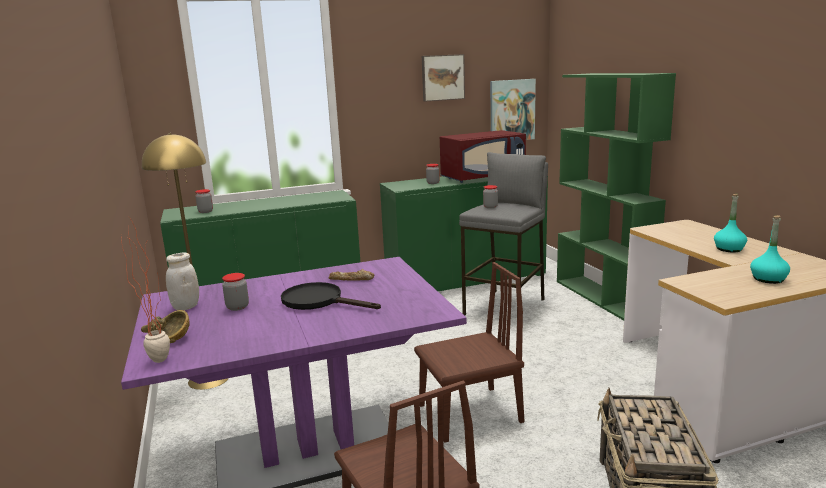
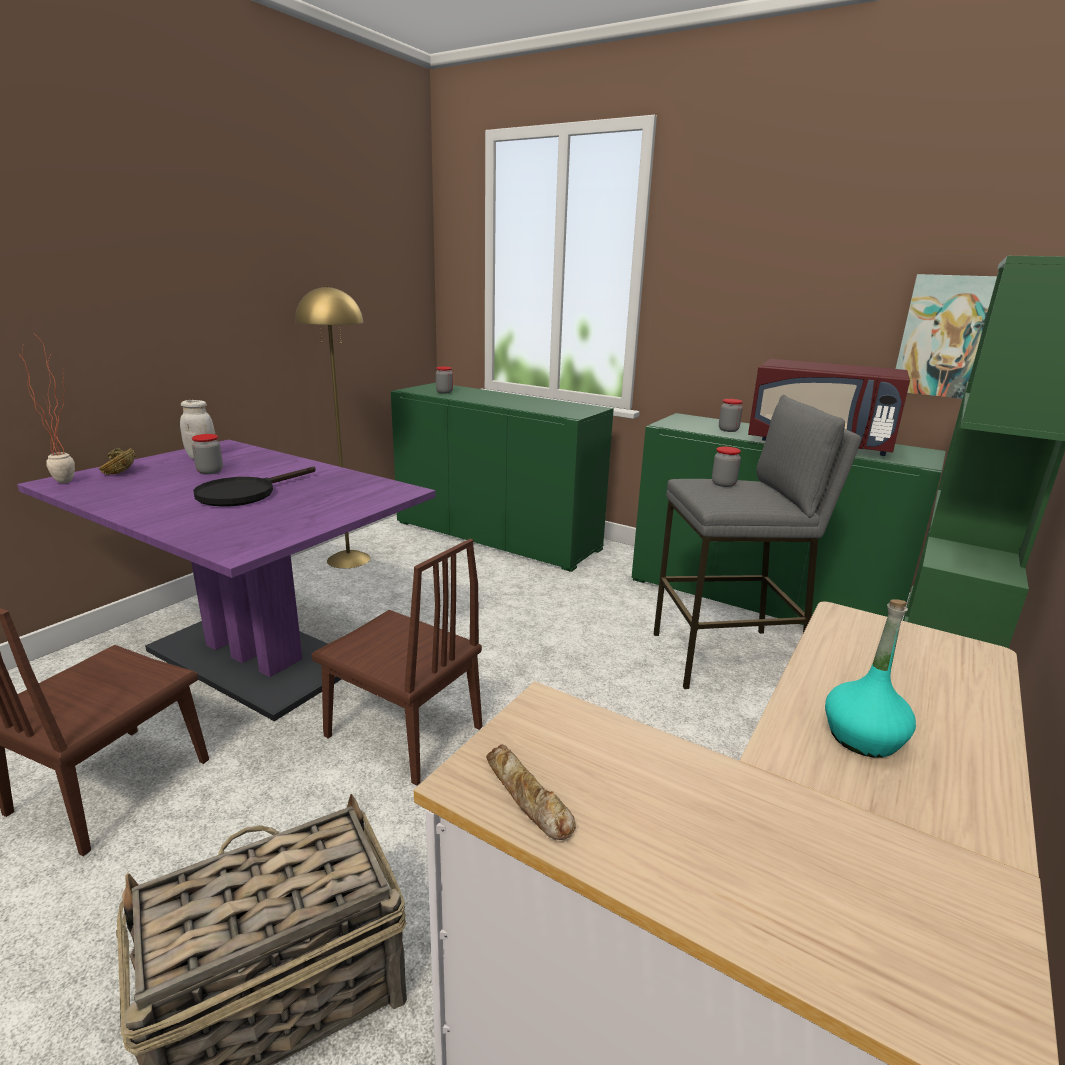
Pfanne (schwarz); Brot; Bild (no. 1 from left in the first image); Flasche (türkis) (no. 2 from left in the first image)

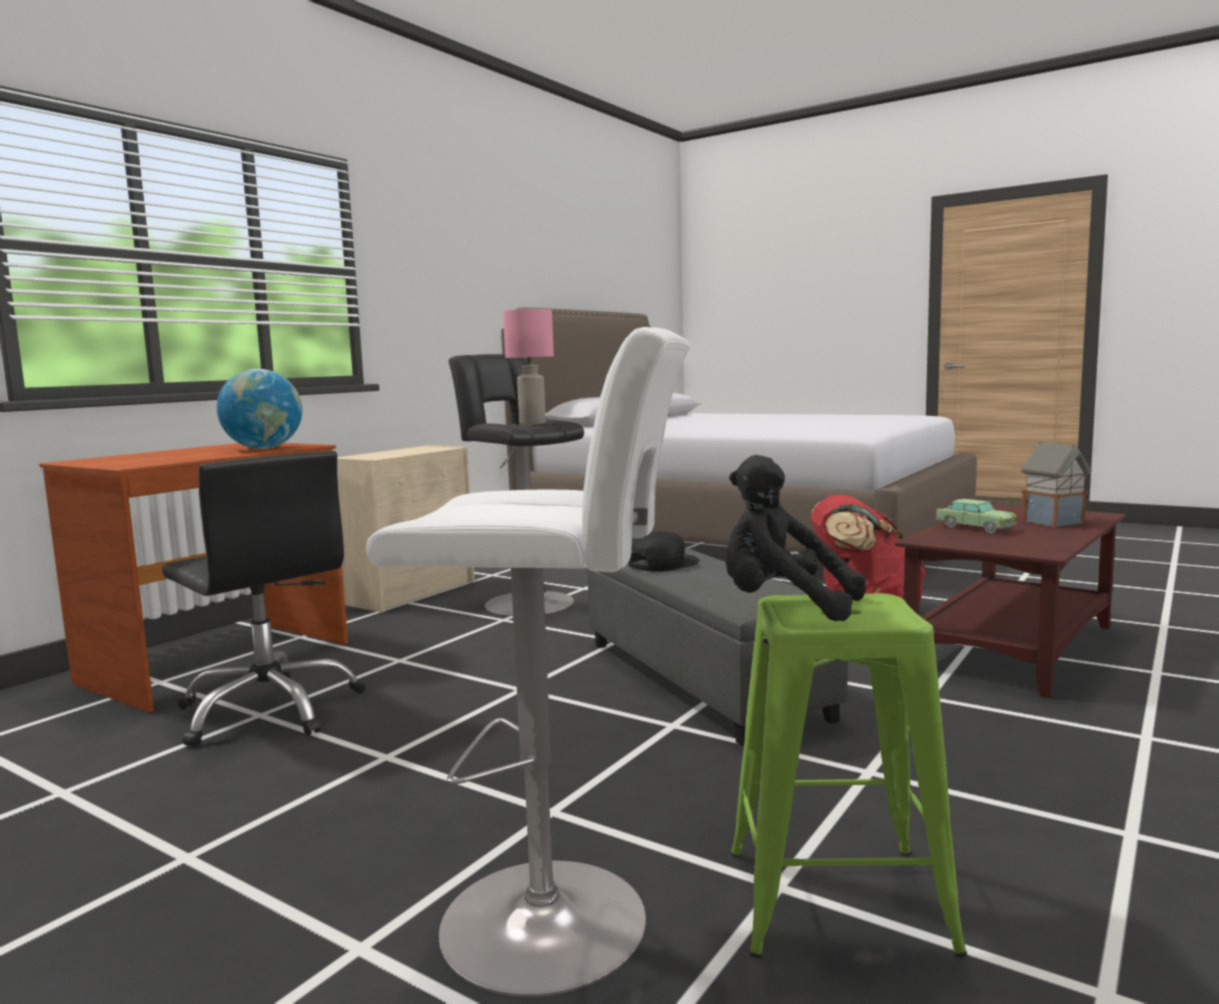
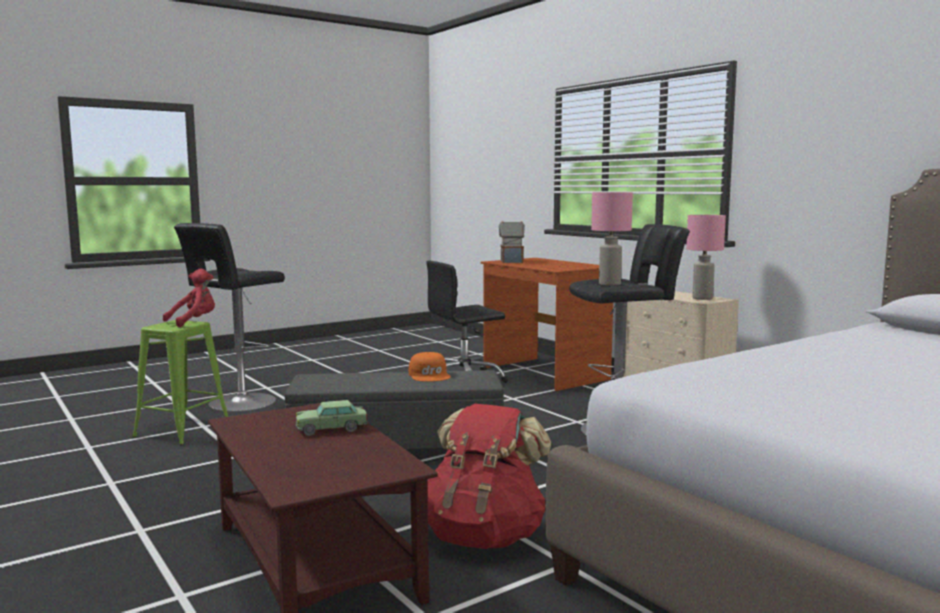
Globus; Hocker (schwarz) (no. 1 from left); Kappe (orange); Plüschtier (rot); Spielzeughaus; Tischlampe (rosa) (no. 2 from left)

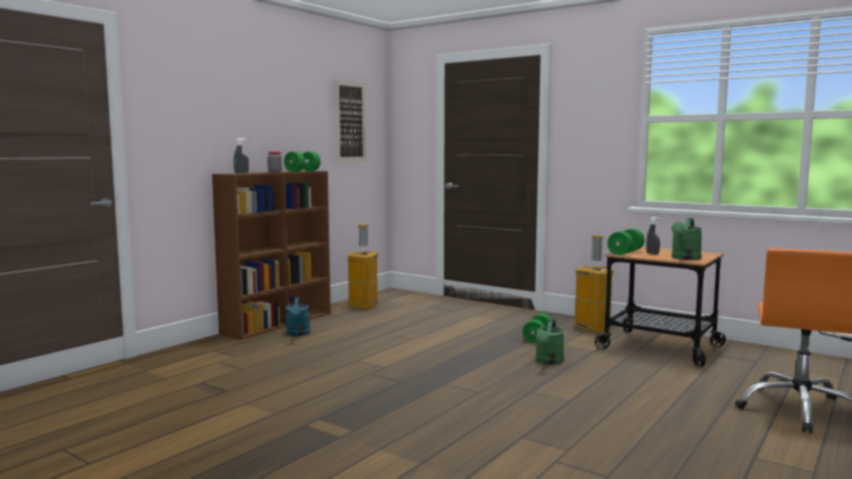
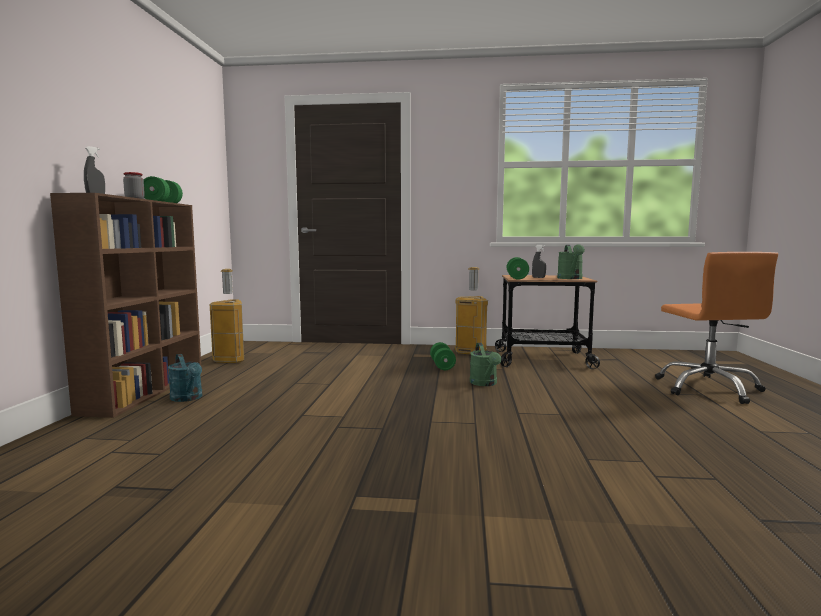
Bild

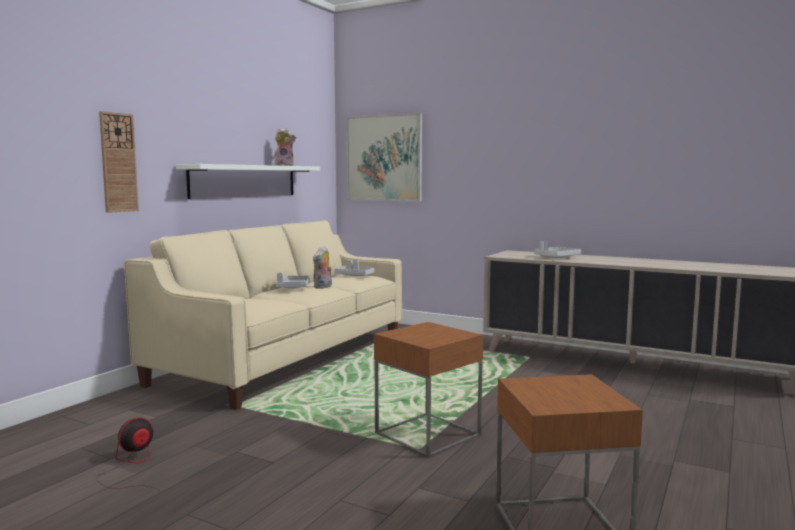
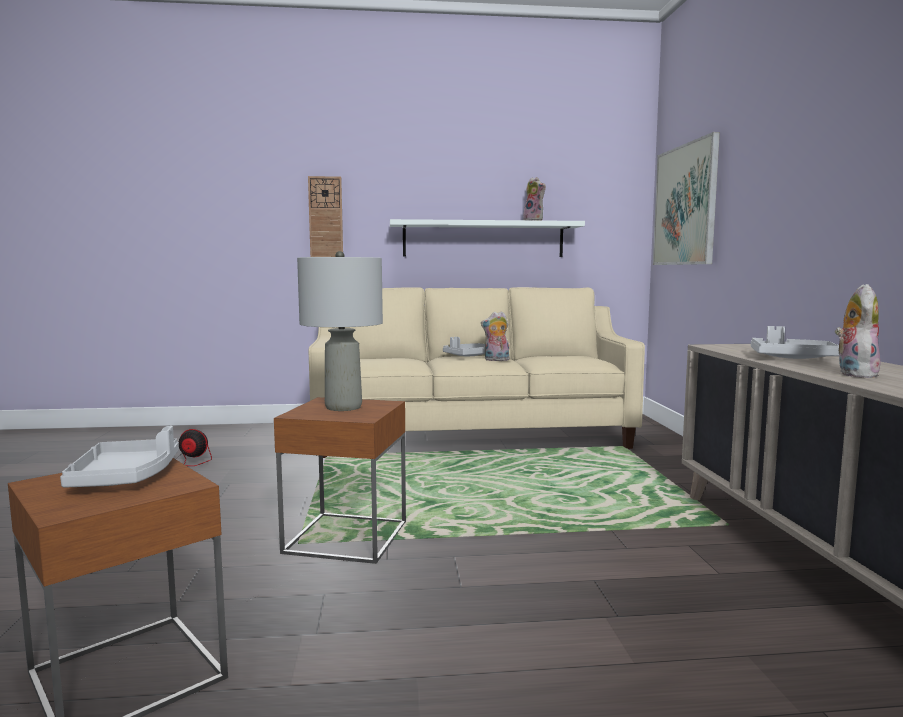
Tablett (grau) (no. 1 from left); Tischlampe (grau); Plüschtier (no. 3 from left)

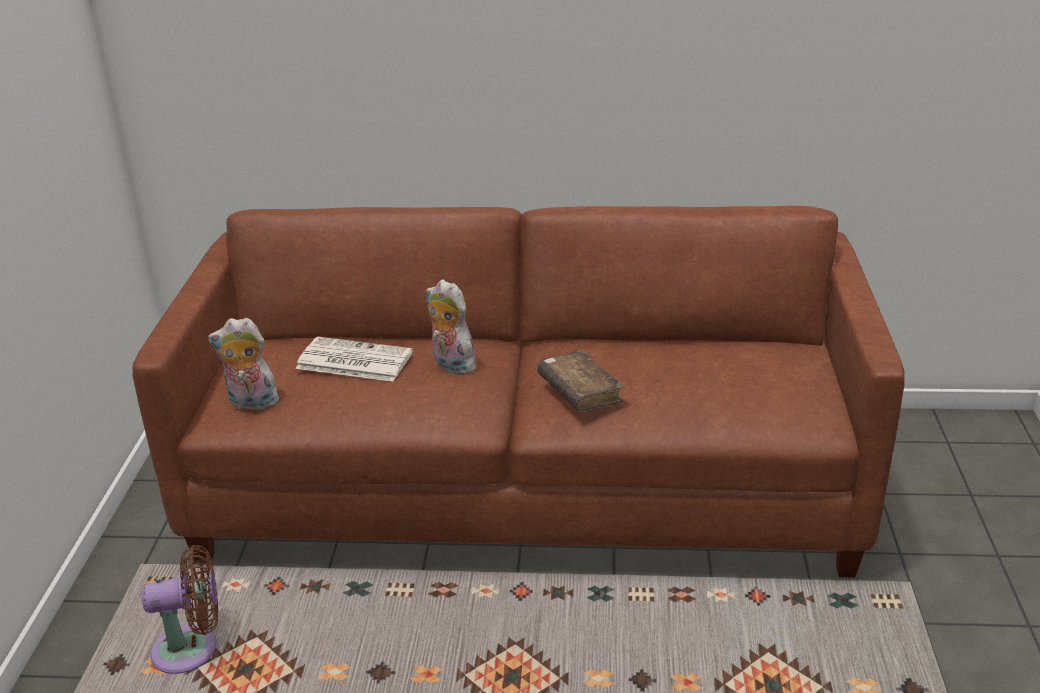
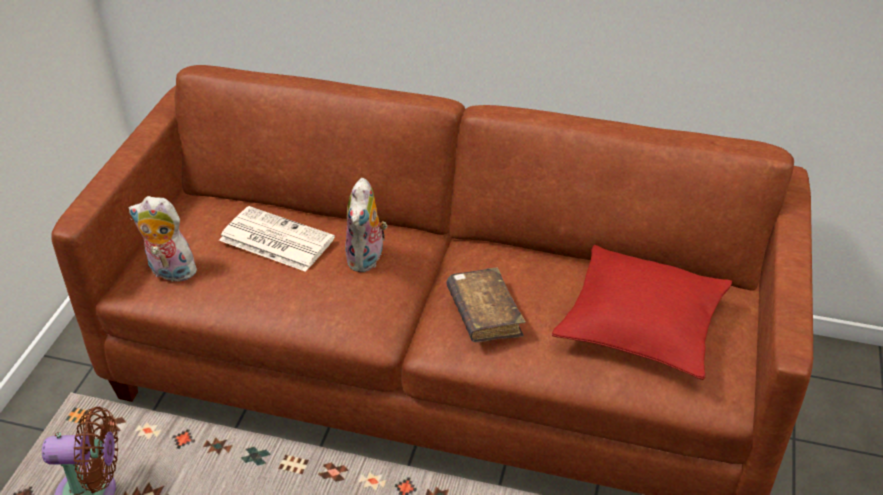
Plüschtier (no. 2 from left); Kissen (rot)

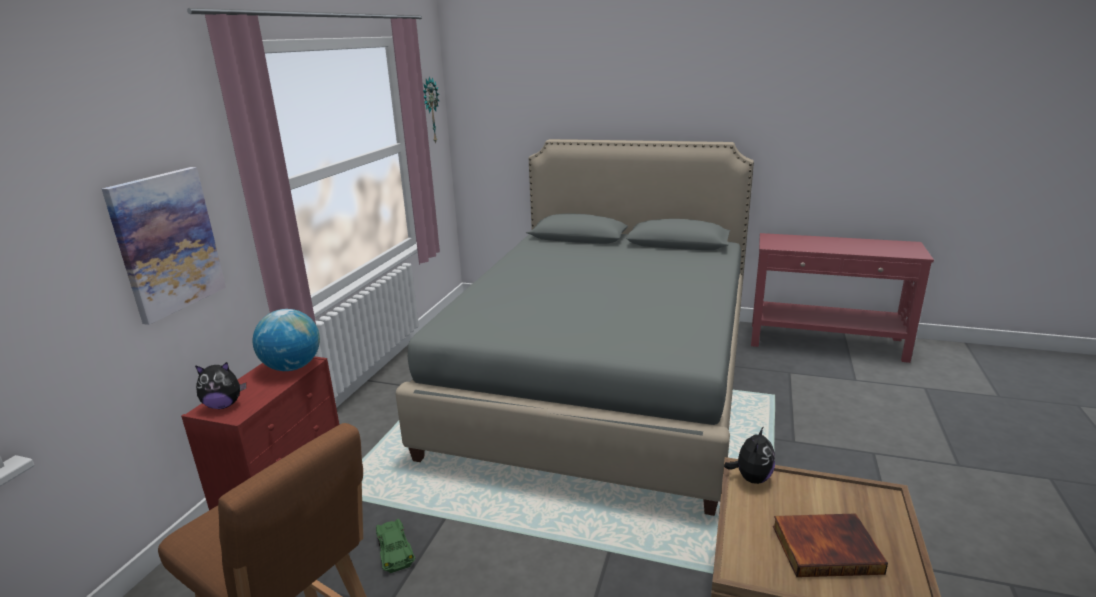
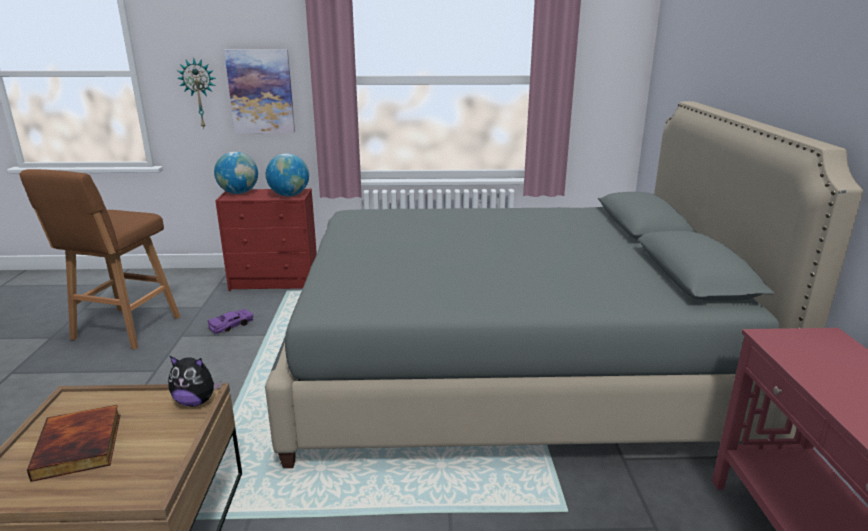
Globus (no. 1 from left); Spielzeugauto (lila); Wanduhr

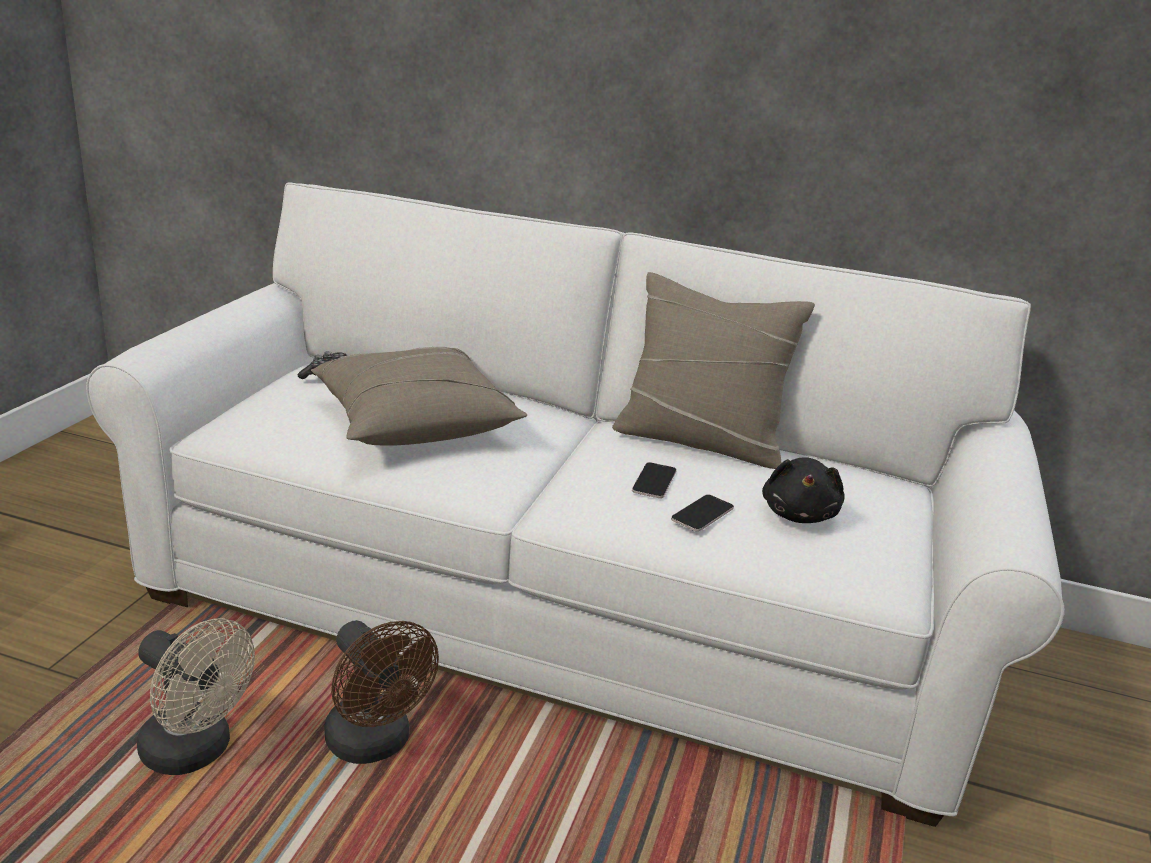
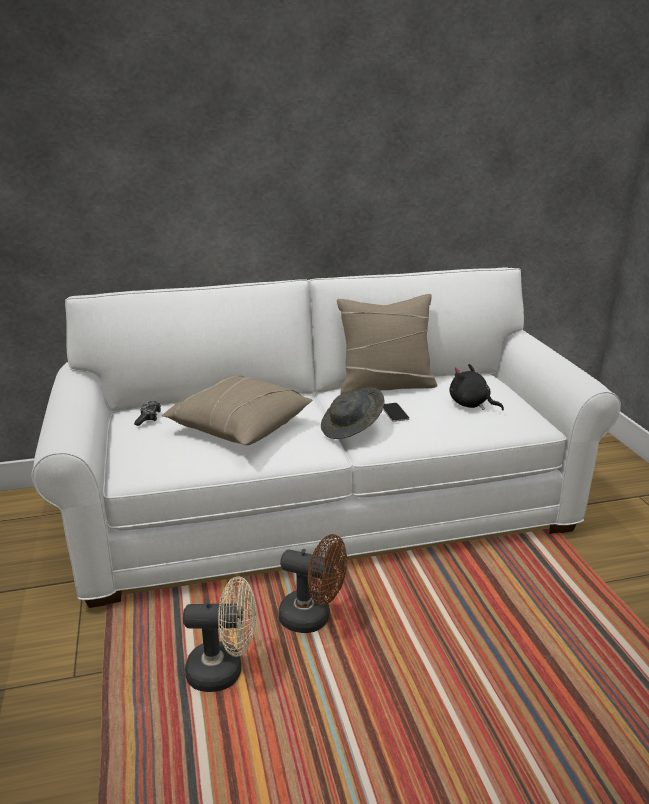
Handy (no. 2 from left in the first image); Plüschtier (schwarz); Hut (grau)

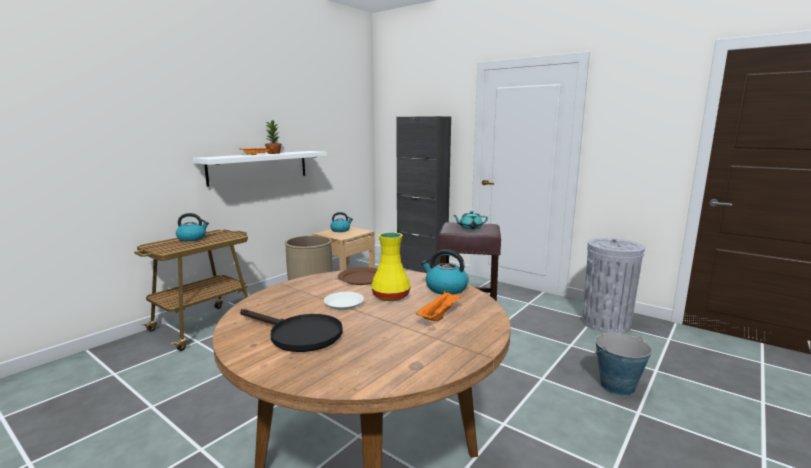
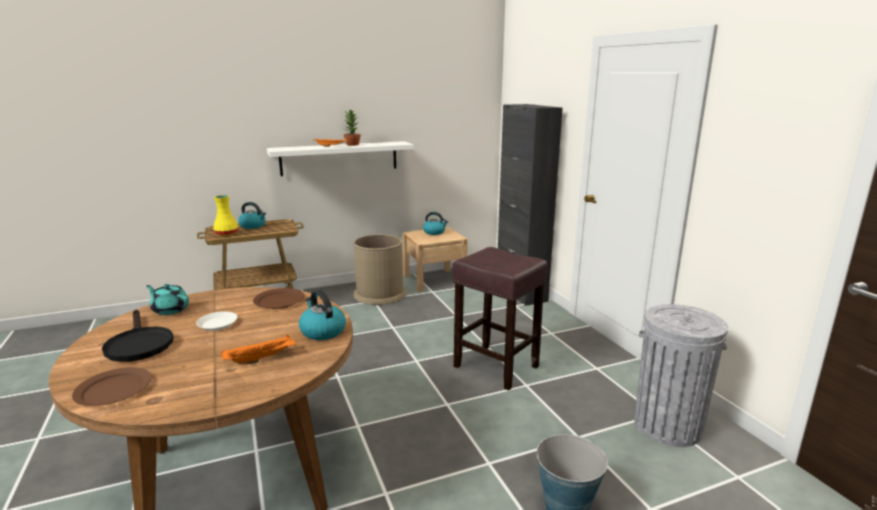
Vase (gelb); Teekanne (türkis); Teller (braun) (no. 1 from left)

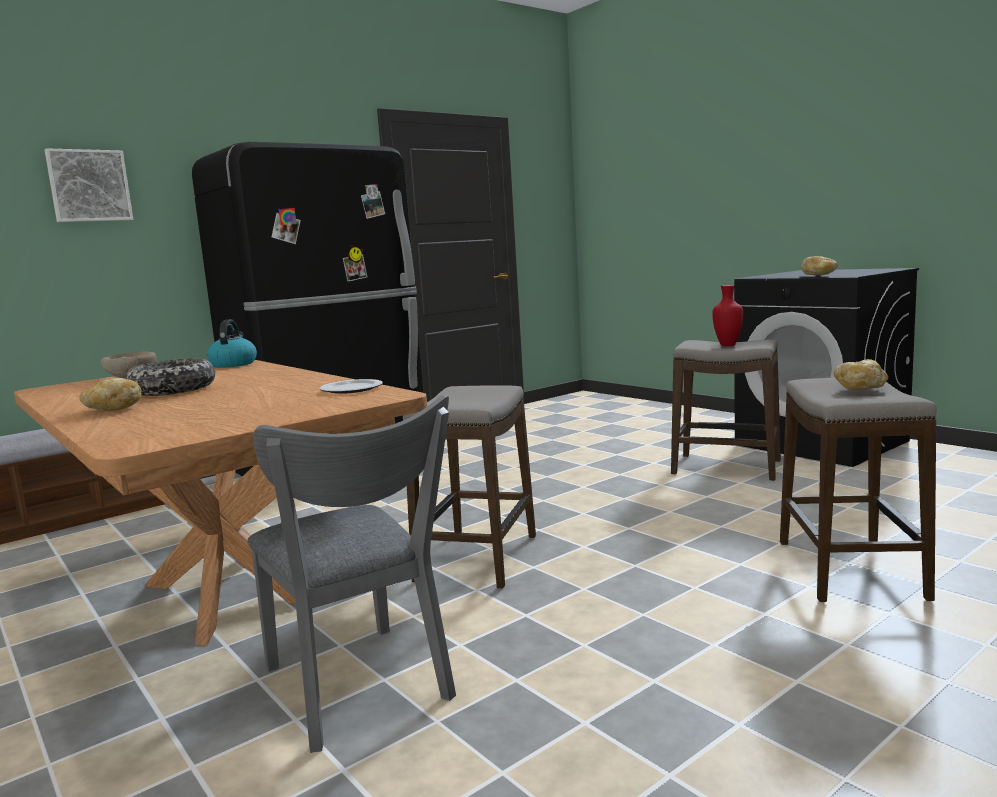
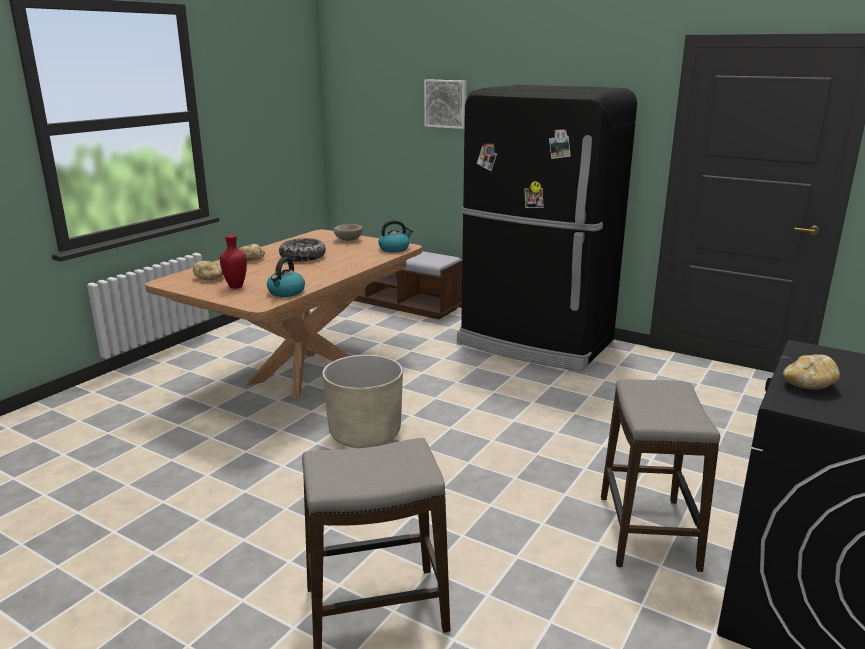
Stuhl (grau); Wasserkessel (no. 1 from left); Pflanzkübel (beige); Vase (rot); Brot (no. 1 from left)

